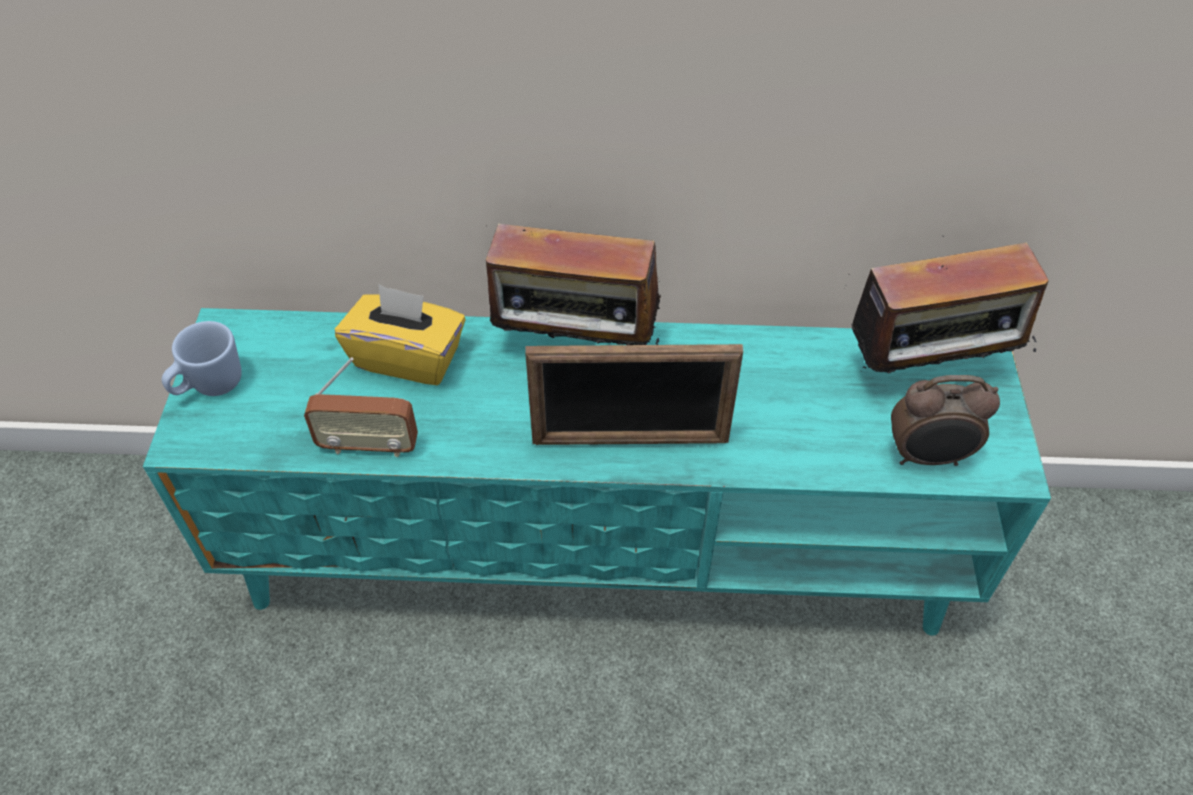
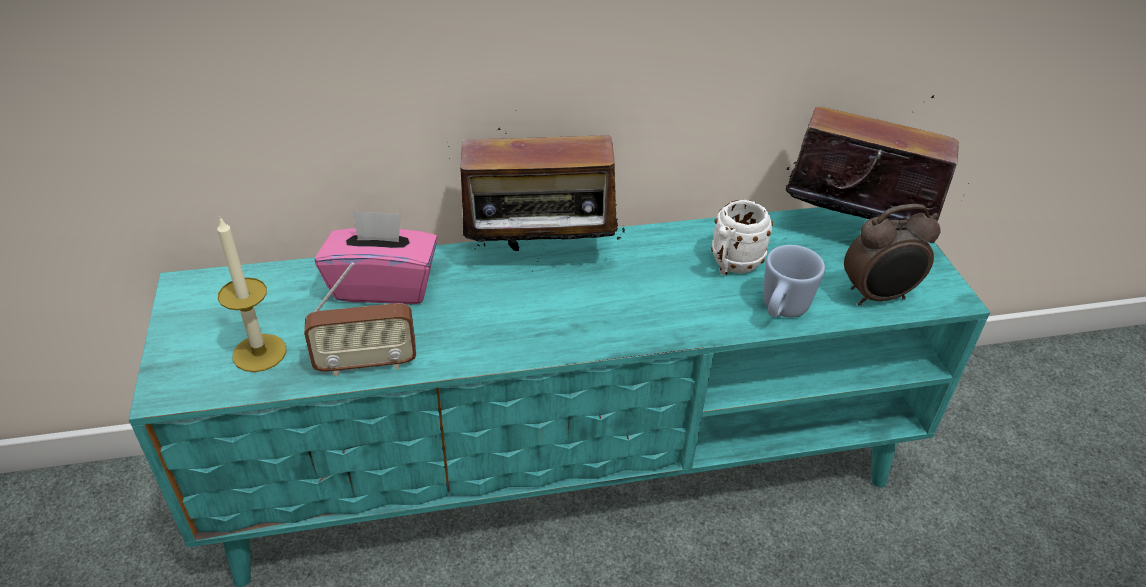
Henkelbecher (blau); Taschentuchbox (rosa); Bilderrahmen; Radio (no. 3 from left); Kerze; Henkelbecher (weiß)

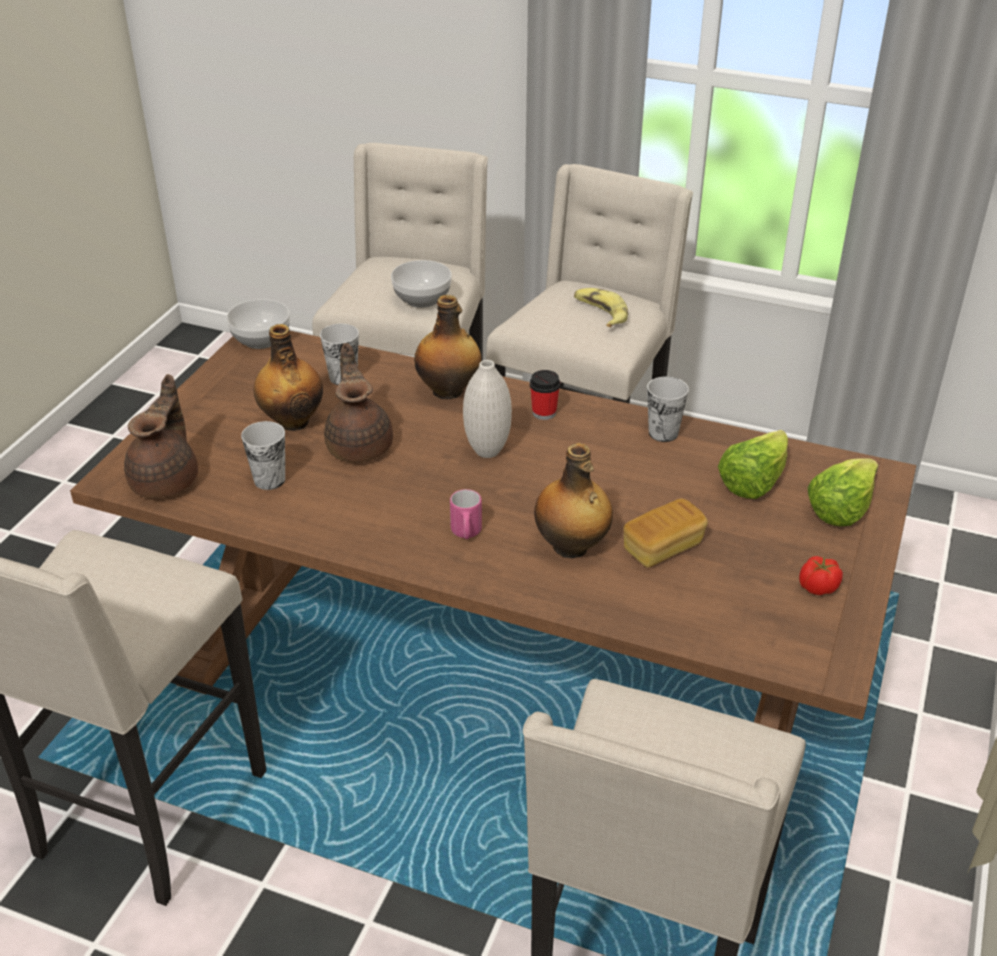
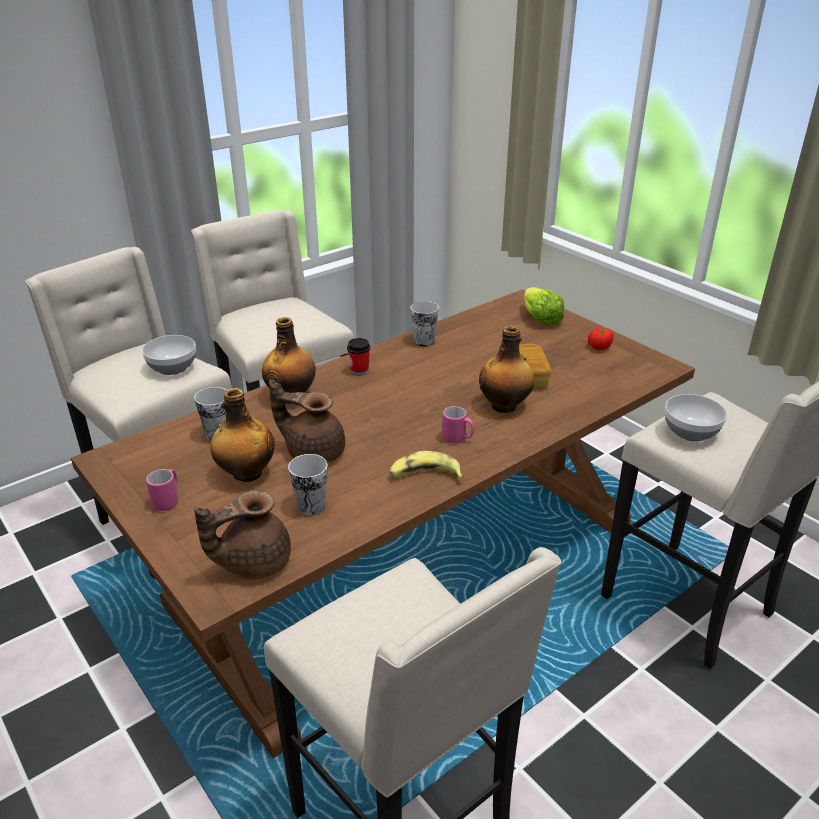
Teekanne (braun) (no. 1 from left); Schüssel (no. 2 from left); Vase (weiß); Banane; Salatkopf (no. 1 from left in the first image); Henkelbecher (rosa) (no. 1 from left)

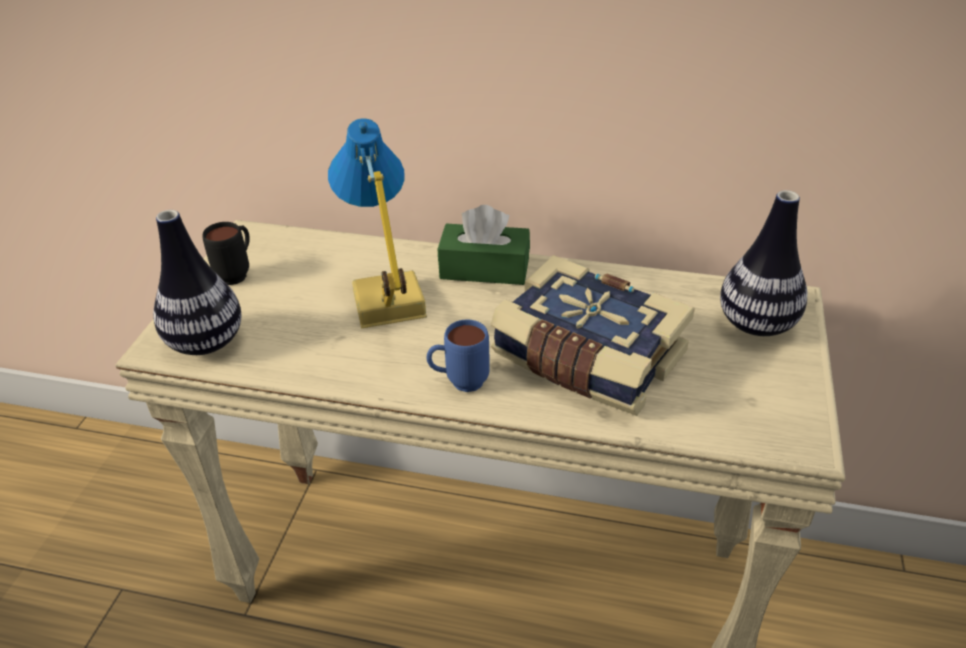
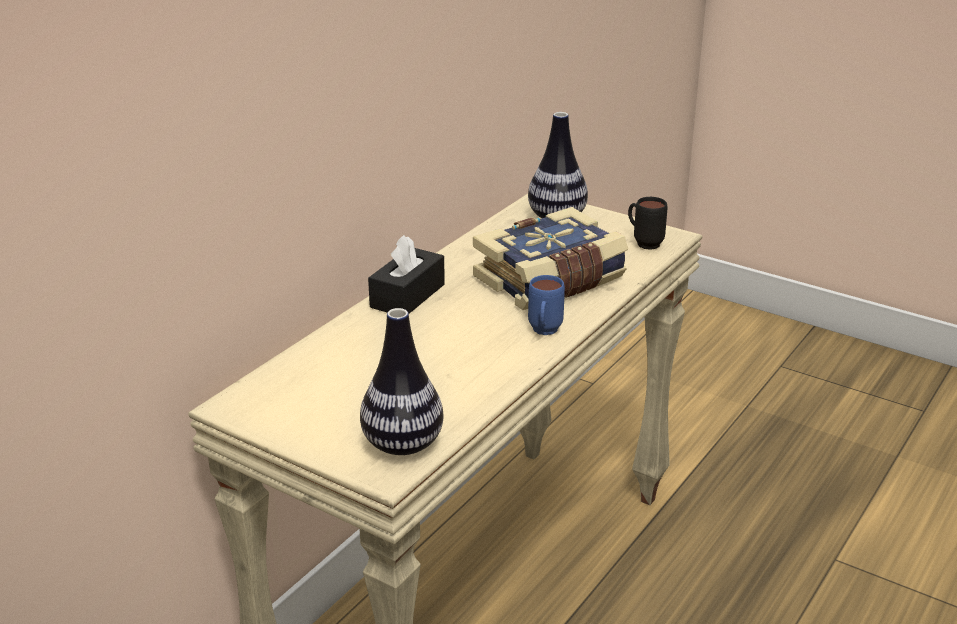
Henkelbecher (schwarz); Tischlampe; Taschentuchbox (schwarz)

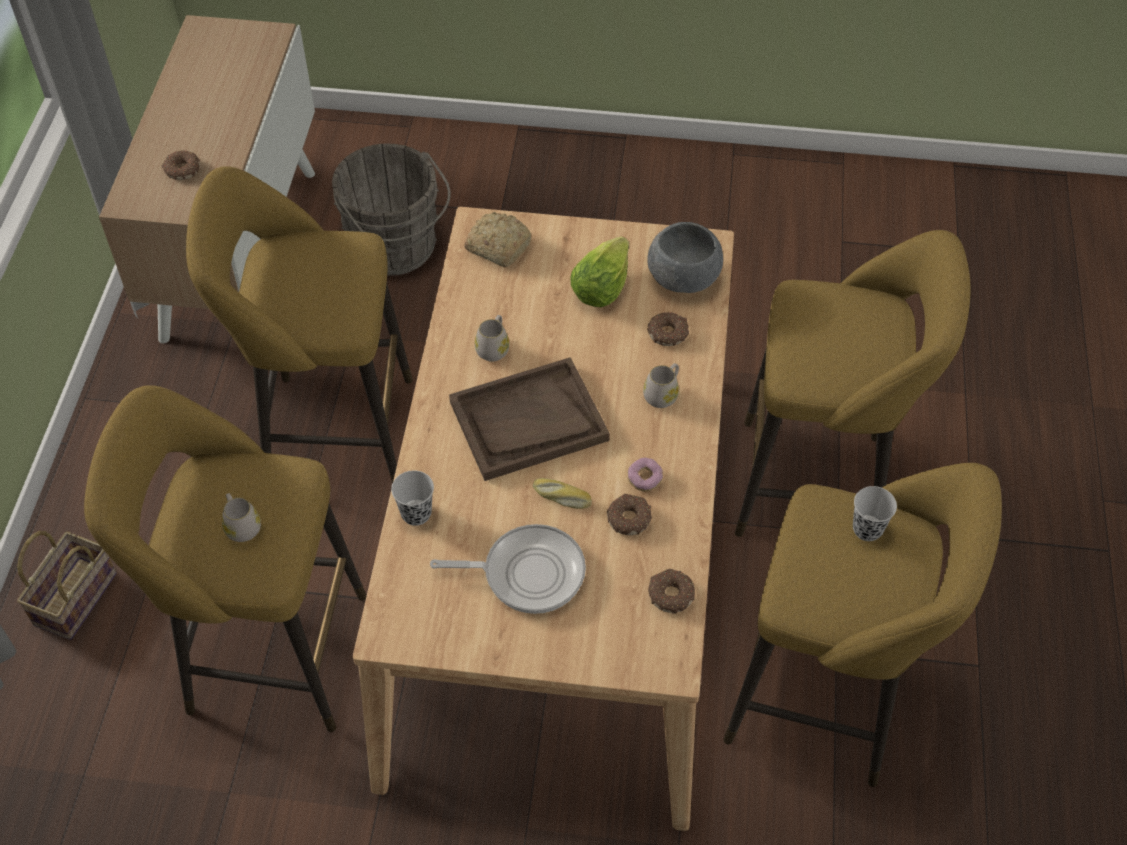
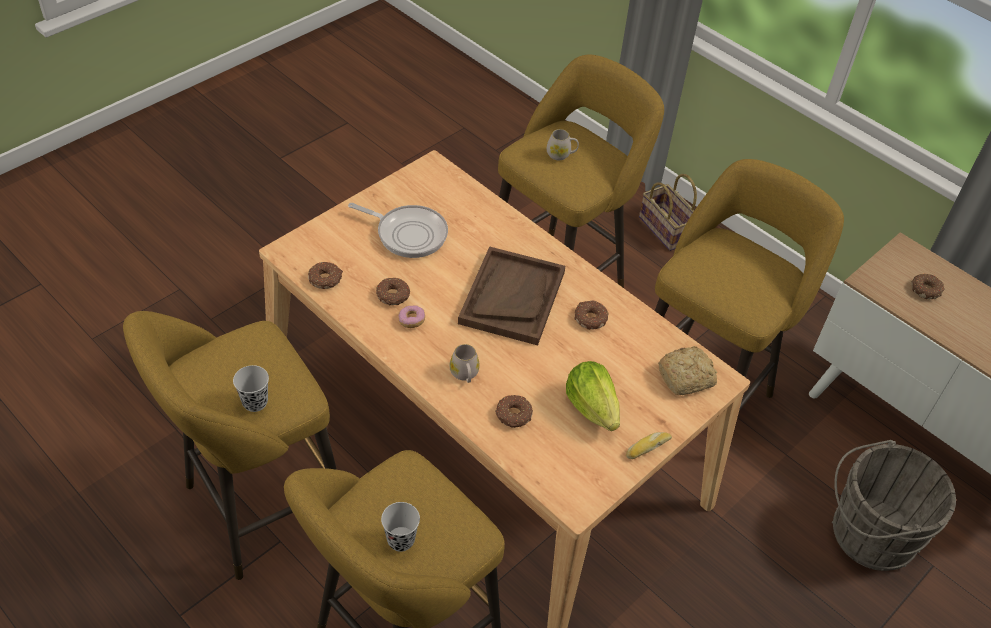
Tasse (schwarz) (no. 2 from left); Pfanne; Donut (no. 5 from left); Brot (no. 1 from left); Schüssel (grau)

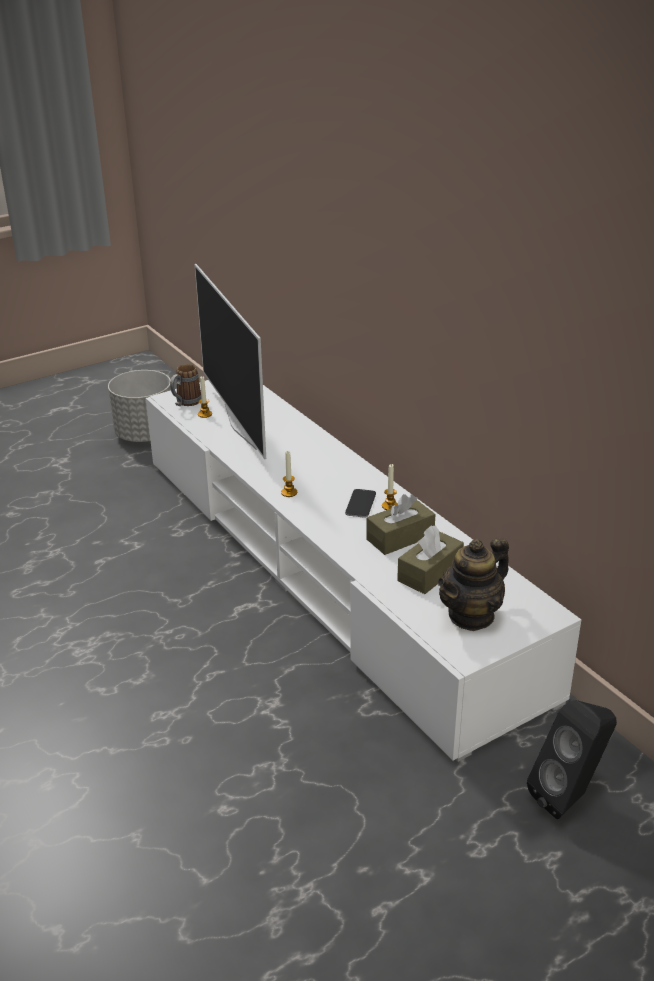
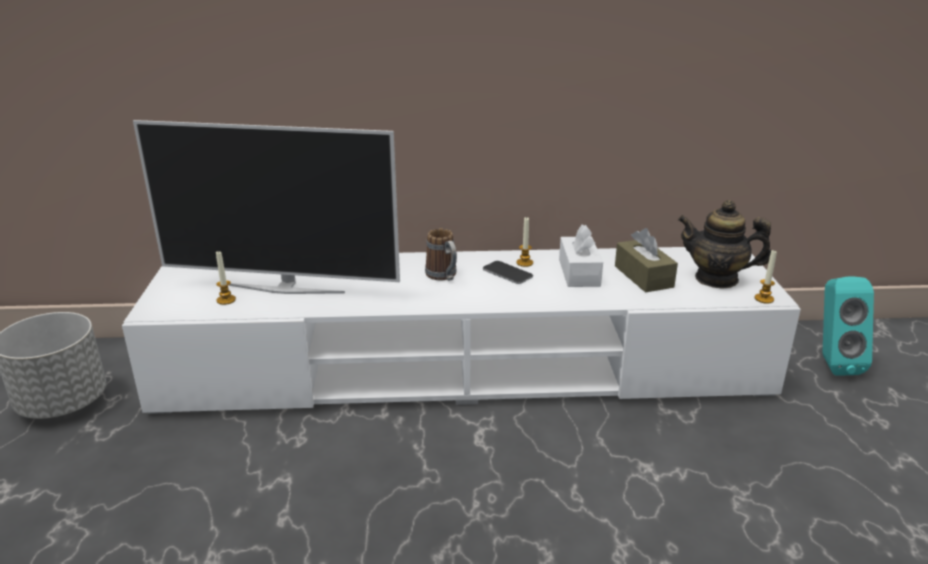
Henkelbecher; Kerze (no. 3 from left); Taschentuchbox (weiß); Teekanne; Lautsprecher (türkis)

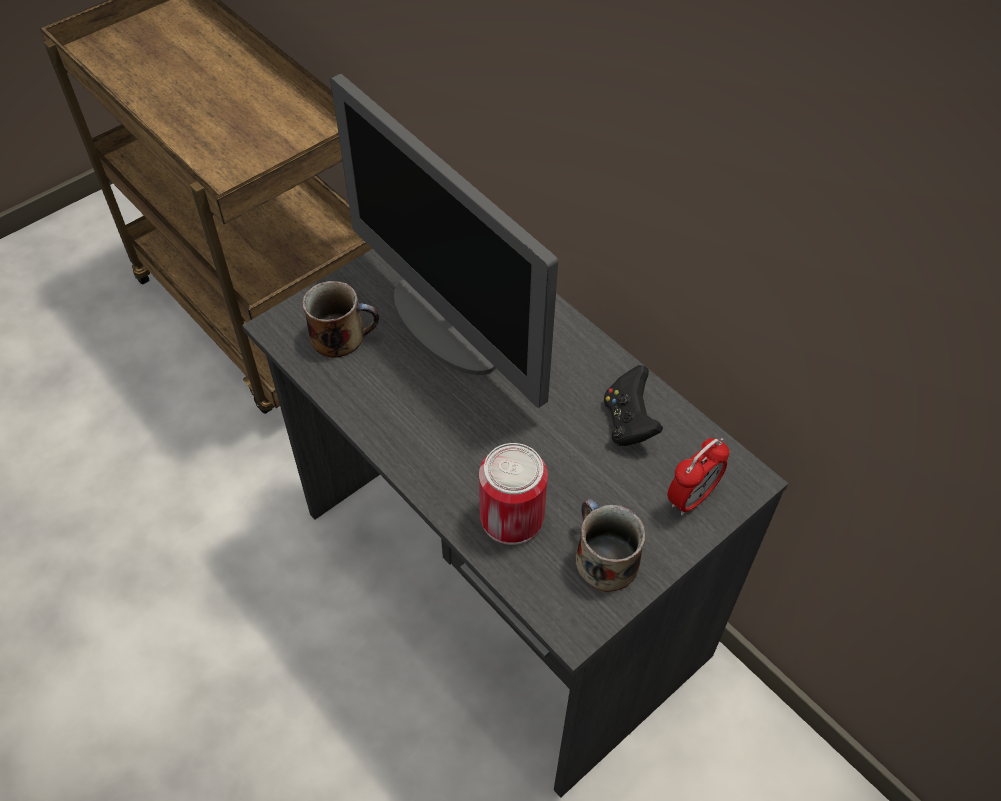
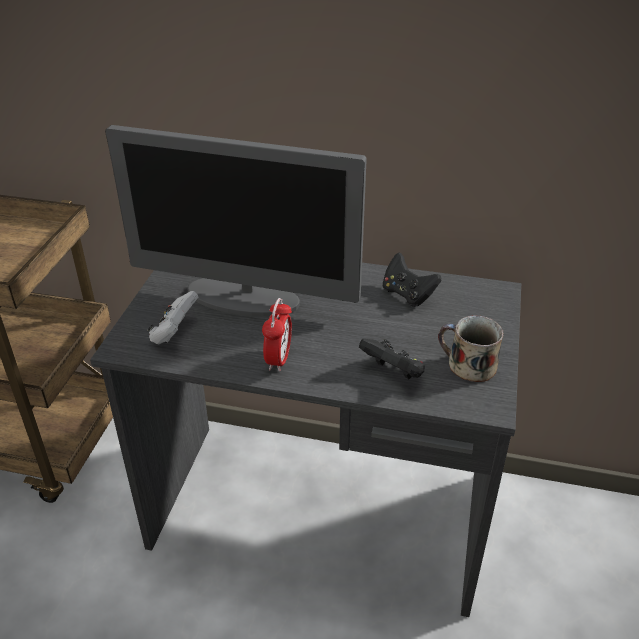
Gamepad (weiß); Gamepad (schwarz) (no. 1 from left); Wecker

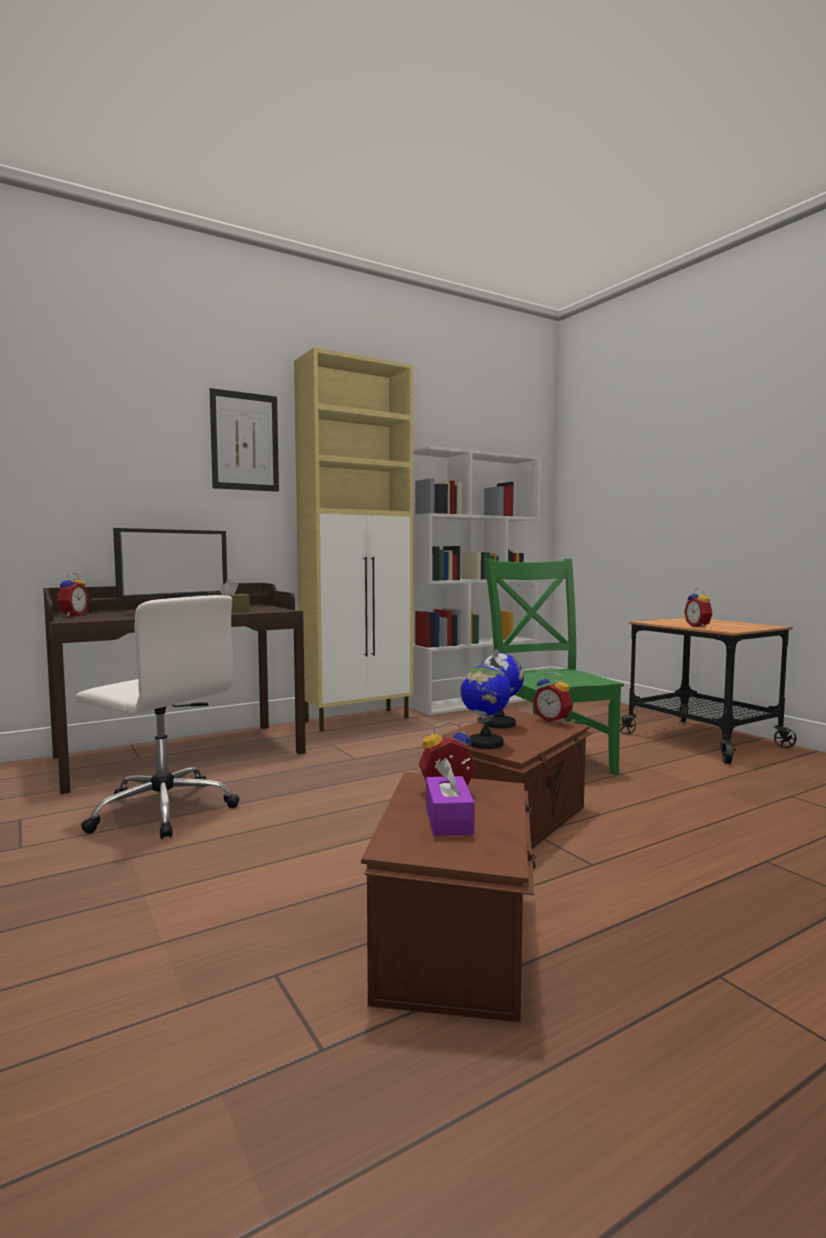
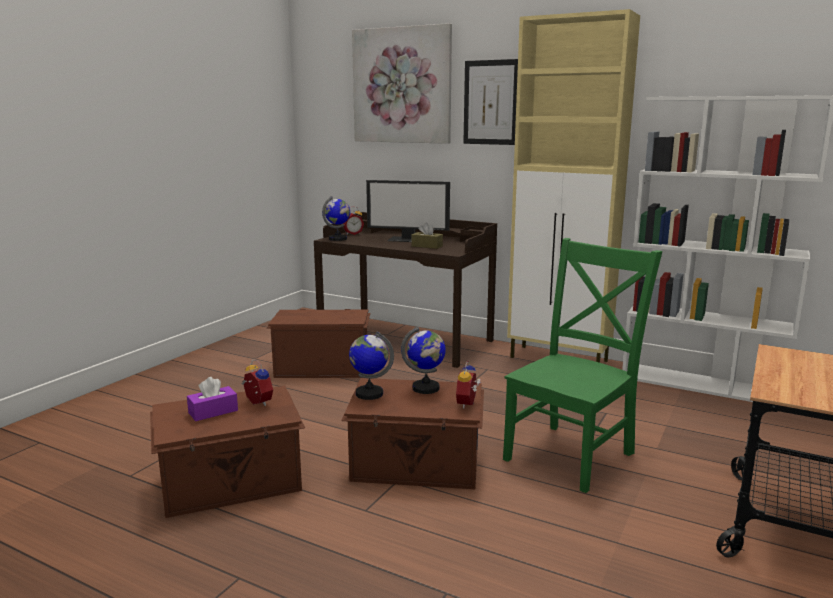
Aufbewahrungsbox (braun) (no. 2 from left); Wecker (no. 4 from left in the first image); Globus (no. 1 from left); Bild (no. 1 from left)

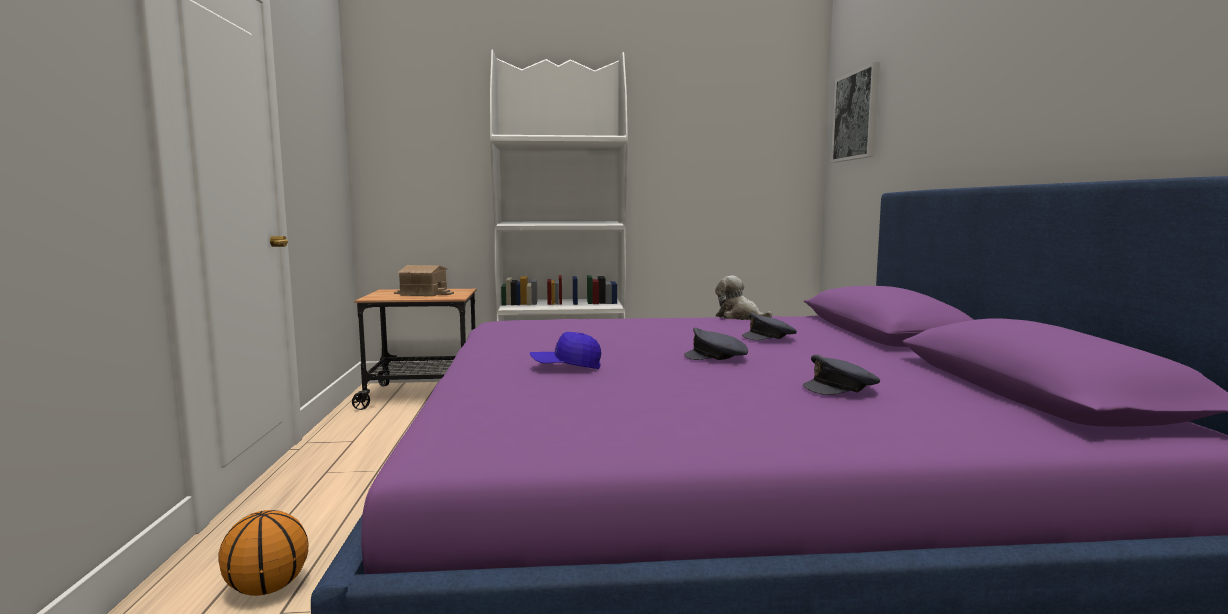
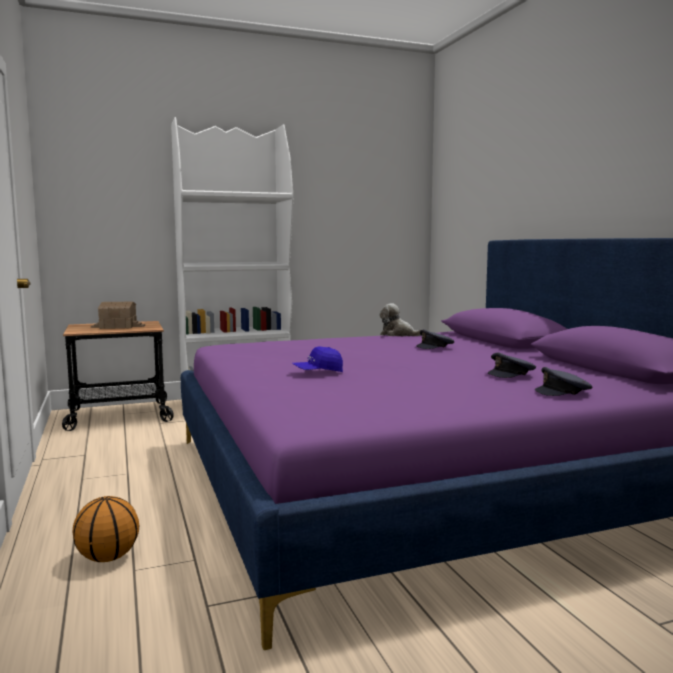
Kappe (grau) (no. 3 from left); Bild

